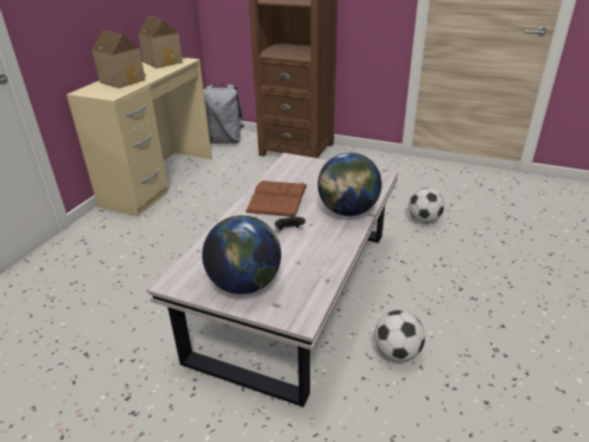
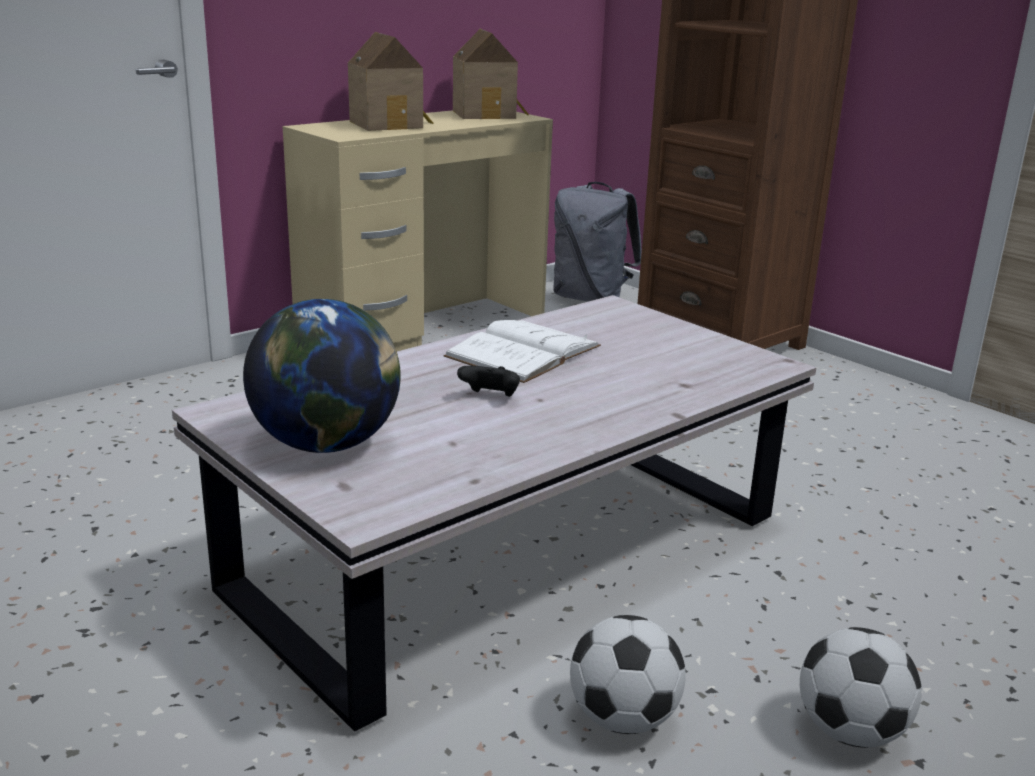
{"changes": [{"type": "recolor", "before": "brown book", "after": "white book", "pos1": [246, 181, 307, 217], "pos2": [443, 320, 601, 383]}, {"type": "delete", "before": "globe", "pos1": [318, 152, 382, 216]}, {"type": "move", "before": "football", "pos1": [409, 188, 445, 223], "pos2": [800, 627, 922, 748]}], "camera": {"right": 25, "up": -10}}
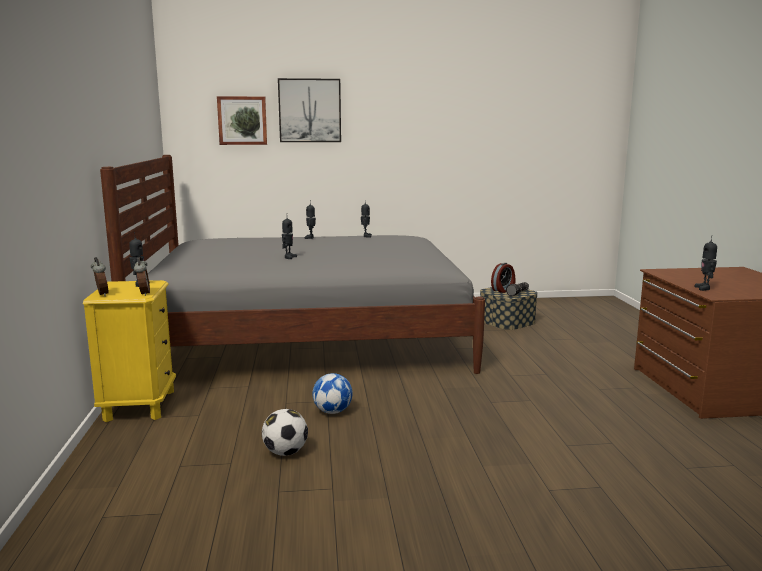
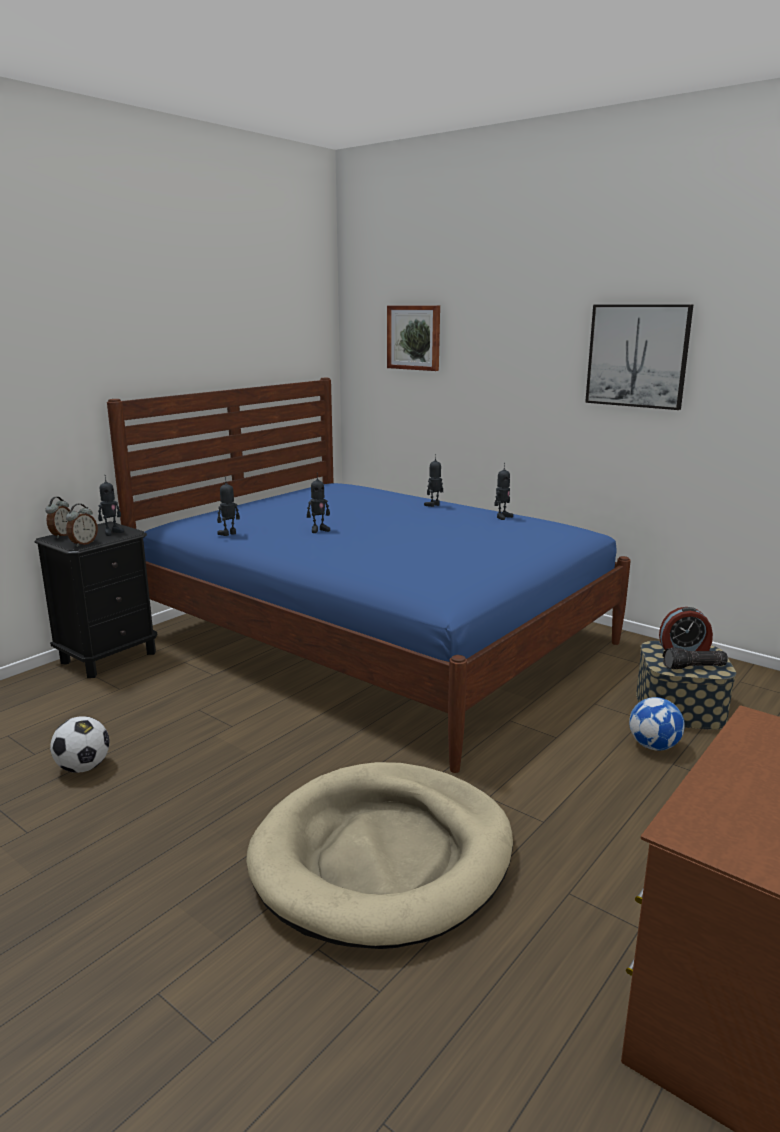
{"changes": [{"type": "recolor", "before": "yellow nightstand", "after": "black nightstand", "pos1": [83, 280, 176, 422], "pos2": [35, 521, 157, 678]}, {"type": "recolor", "before": "grey bed", "after": "blue bed", "pos1": [100, 155, 485, 374], "pos2": [107, 378, 631, 773]}, {"type": "move", "before": "picture", "pos1": [278, 78, 341, 142], "pos2": [585, 305, 693, 410]}, {"type": "move", "before": "football", "pos1": [312, 373, 353, 414], "pos2": [629, 697, 685, 751]}, {"type": "move", "before": "toy robot", "pos1": [694, 235, 717, 291], "pos2": [217, 476, 240, 536]}, {"type": "insert", "after": "beige dog bed", "pos2": [246, 762, 513, 949]}], "camera": {"right": 45, "up": 5}}
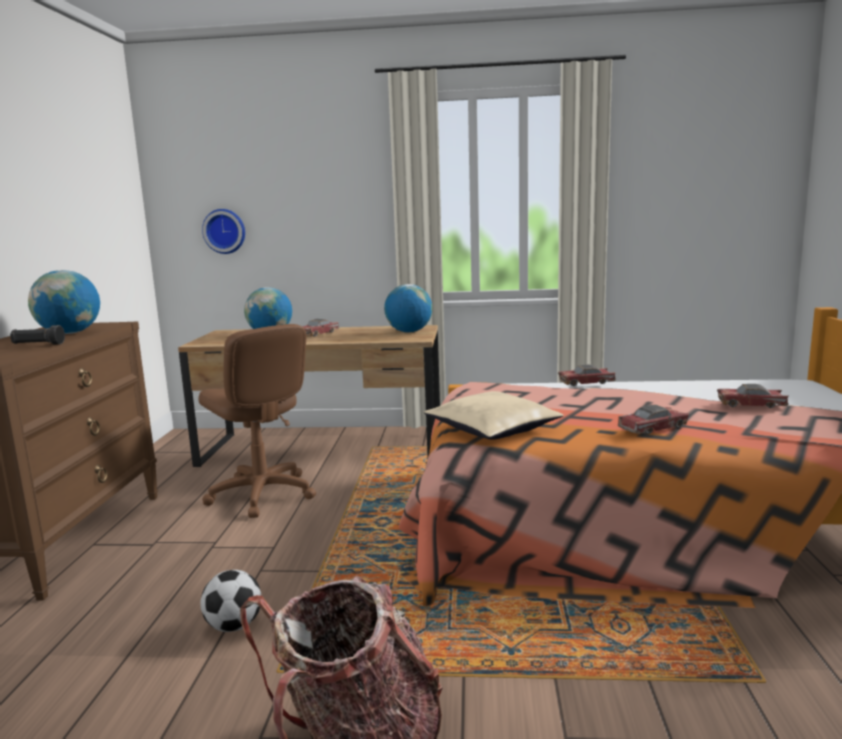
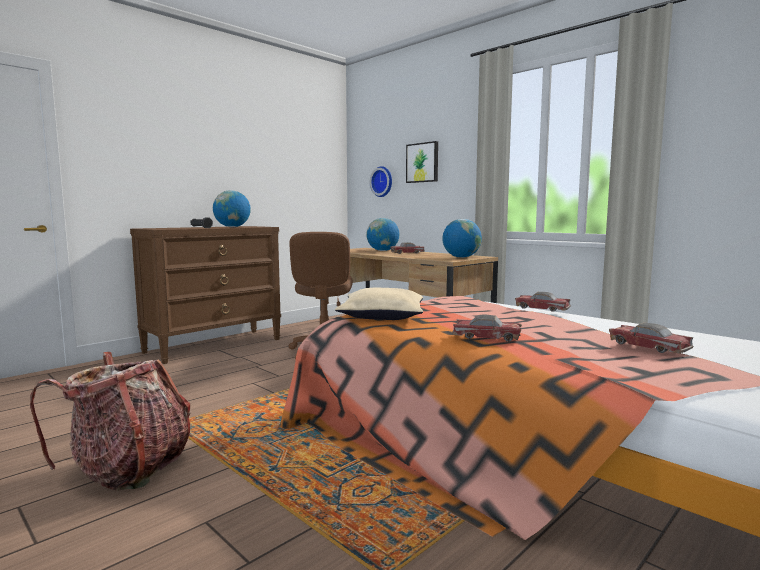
{"changes": [{"type": "delete", "before": "football", "pos1": [200, 570, 262, 632]}, {"type": "insert", "after": "picture", "pos2": [406, 141, 438, 183]}], "camera": {"right": 40, "up": -5}}
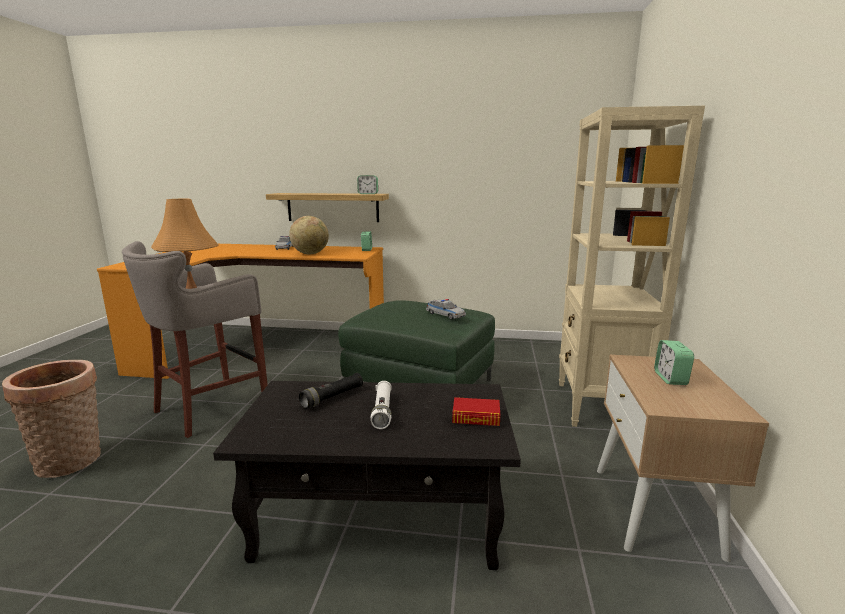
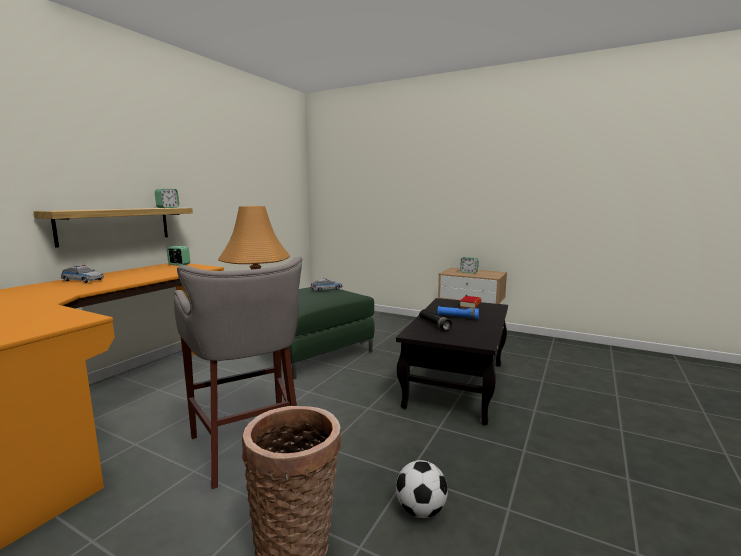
{"changes": [{"type": "delete", "before": "globe", "pos1": [289, 216, 329, 255]}, {"type": "recolor", "before": "white flashlight", "after": "blue flashlight", "pos1": [371, 381, 392, 429], "pos2": [437, 306, 479, 319]}, {"type": "delete", "before": "beige bookcase", "pos1": [559, 106, 705, 427]}, {"type": "insert", "after": "football", "pos2": [396, 460, 448, 518]}], "camera": {"right": -70, "up": -5}}
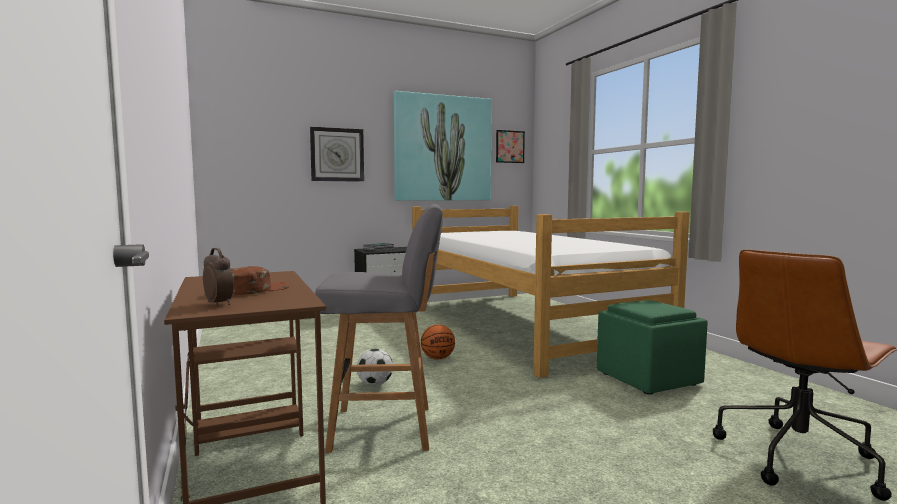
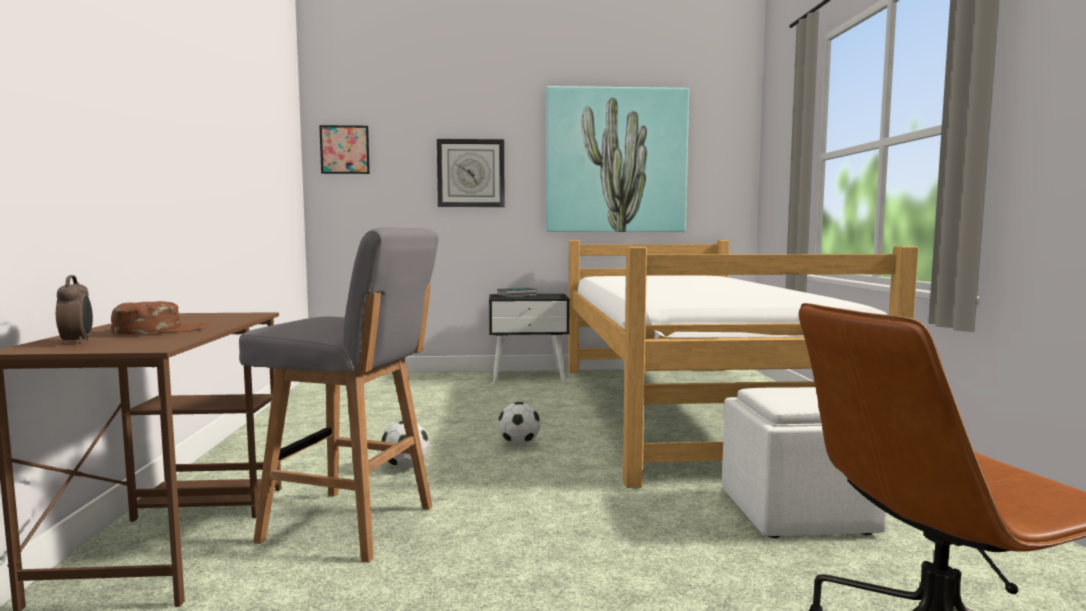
{"changes": [{"type": "replace", "before": "basketball", "after": "football", "pos1": [421, 324, 455, 359], "pos2": [498, 402, 541, 445]}, {"type": "move", "before": "picture", "pos1": [496, 130, 525, 163], "pos2": [319, 125, 370, 174]}, {"type": "recolor", "before": "green ottoman", "after": "white ottoman", "pos1": [597, 300, 708, 395], "pos2": [722, 387, 887, 538]}], "camera": {"right": 20, "up": 0}}
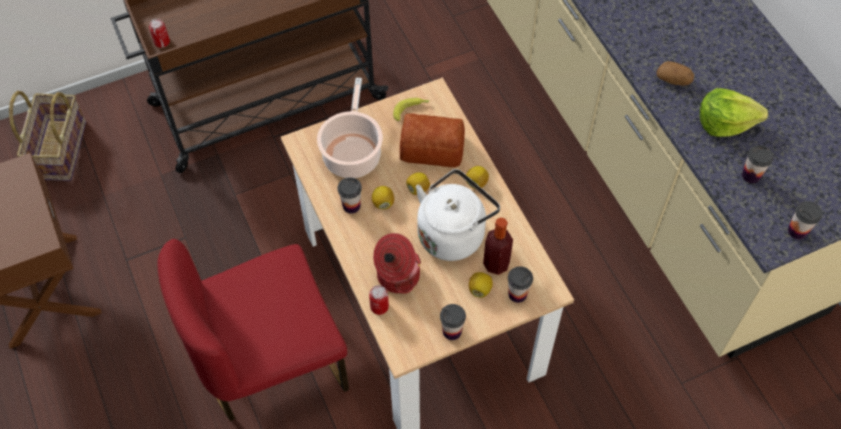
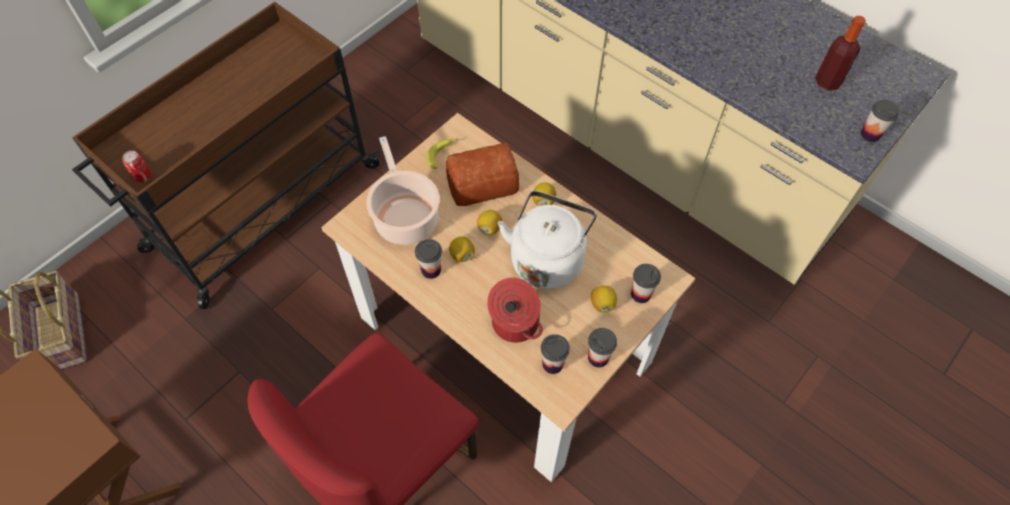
{"changes": [{"type": "delete", "before": "can", "pos1": [369, 285, 389, 315]}, {"type": "move", "before": "bottle", "pos1": [483, 217, 513, 275], "pos2": [815, 16, 866, 91]}, {"type": "delete", "before": "potato", "pos1": [657, 61, 694, 86]}, {"type": "delete", "before": "lettuce", "pos1": [700, 88, 768, 137]}, {"type": "move", "before": "cup", "pos1": [742, 145, 774, 183], "pos2": [541, 334, 570, 374]}], "camera": {"right": -25, "up": 0}}
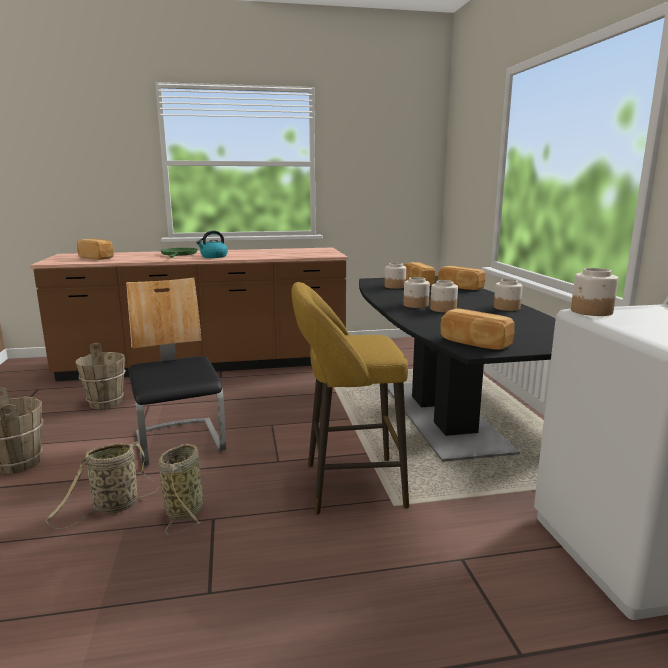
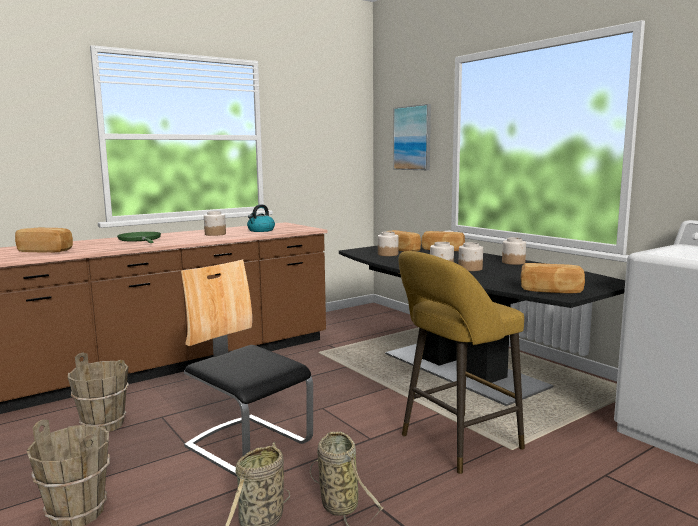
{"changes": [{"type": "move", "before": "kettle", "pos1": [196, 231, 228, 258], "pos2": [247, 204, 275, 232]}, {"type": "move", "before": "jar", "pos1": [571, 268, 618, 316], "pos2": [204, 211, 226, 236]}, {"type": "insert", "after": "picture", "pos2": [393, 104, 431, 170]}], "camera": {"right": -25, "up": -5}}
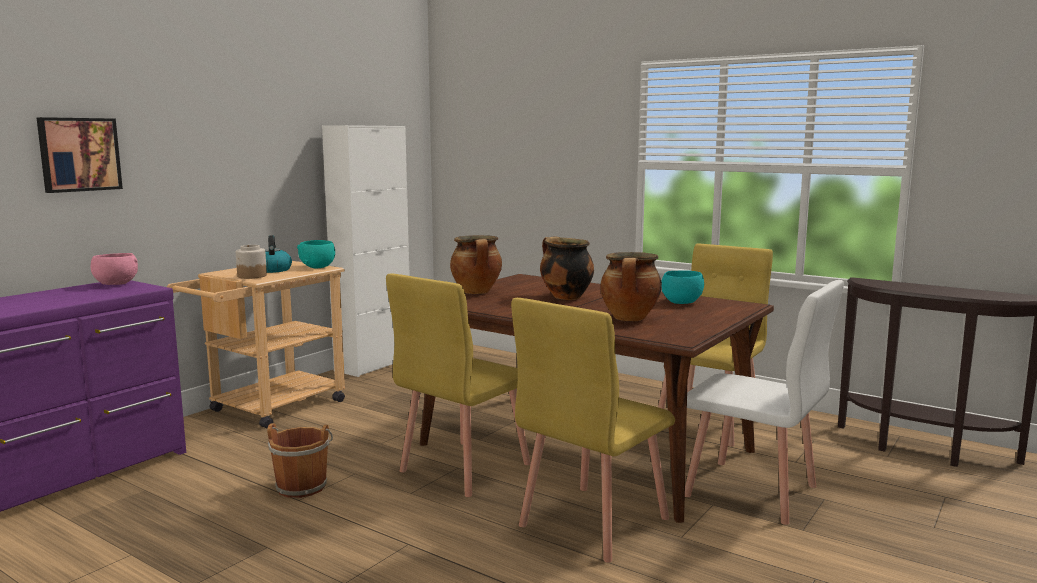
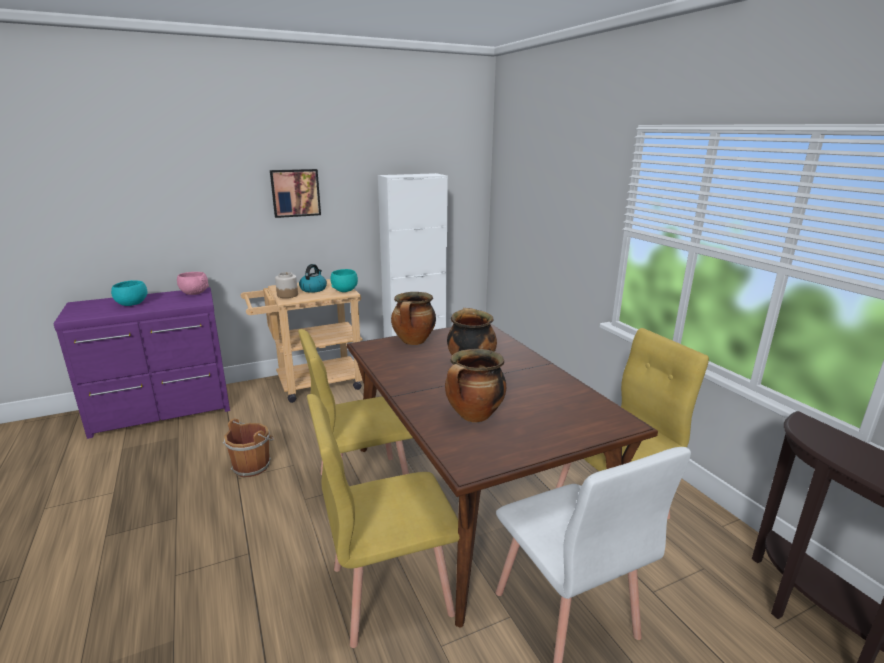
{"changes": [{"type": "move", "before": "picture", "pos1": [36, 117, 123, 193], "pos2": [270, 169, 321, 218]}, {"type": "move", "before": "turquoise bowl", "pos1": [661, 270, 704, 304], "pos2": [111, 280, 148, 306]}], "camera": {"right": 30, "up": 10}}
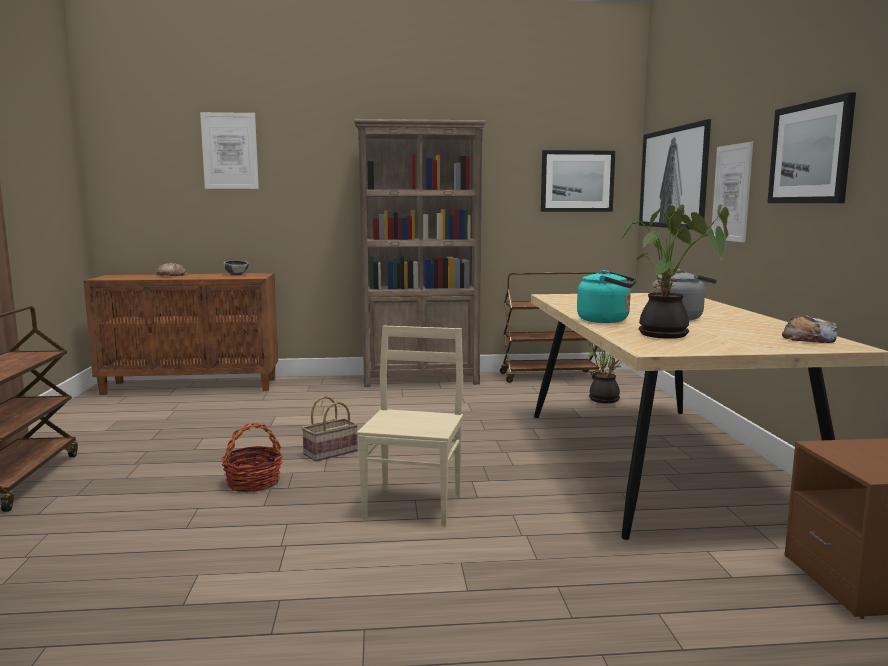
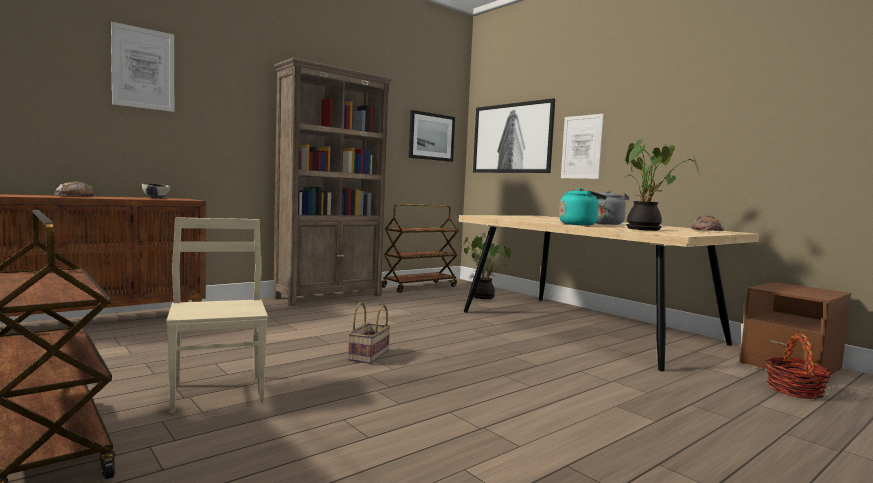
{"changes": [{"type": "move", "before": "basket", "pos1": [222, 423, 283, 492], "pos2": [765, 334, 832, 399]}, {"type": "move", "before": "beige chair", "pos1": [357, 326, 463, 527], "pos2": [166, 217, 268, 413]}, {"type": "delete", "before": "picture", "pos1": [767, 92, 856, 203]}], "camera": {"right": -35, "up": -5}}
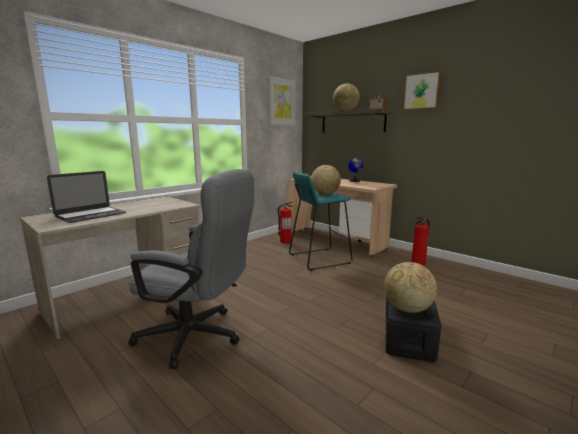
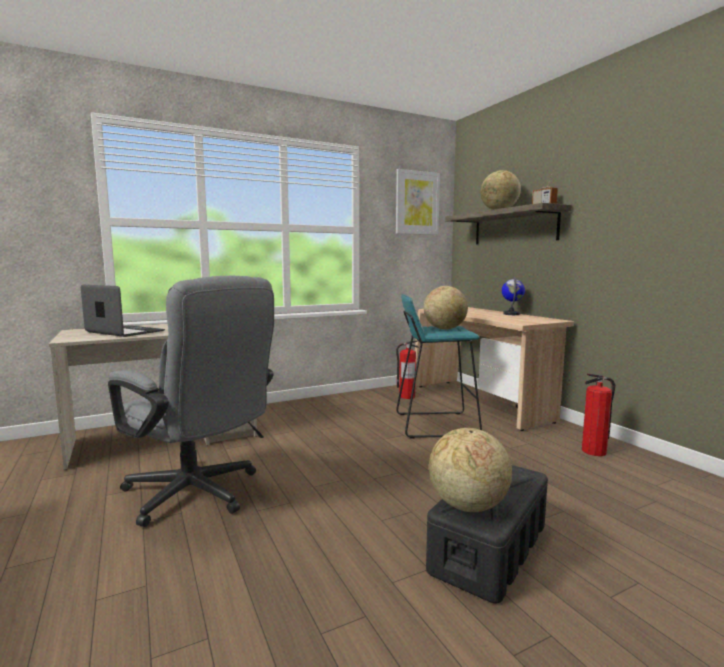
{"changes": [{"type": "rotate", "before": "laptop", "pos1": [47, 171, 126, 223], "pos2": [81, 285, 165, 337], "turn": -120}, {"type": "delete", "before": "picture", "pos1": [403, 71, 442, 110]}], "camera": {"right": 20, "up": -5}}
